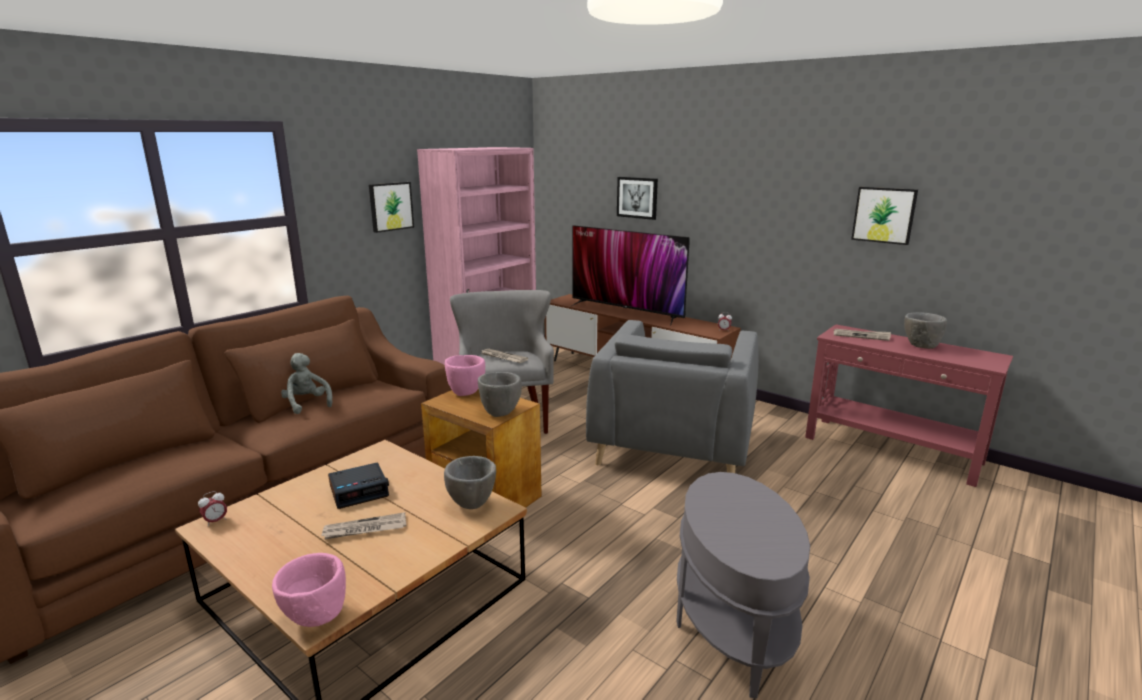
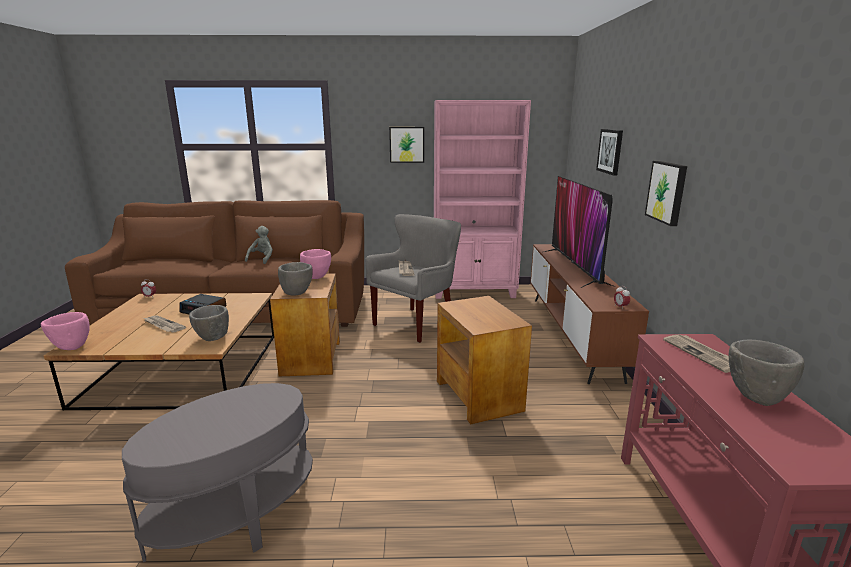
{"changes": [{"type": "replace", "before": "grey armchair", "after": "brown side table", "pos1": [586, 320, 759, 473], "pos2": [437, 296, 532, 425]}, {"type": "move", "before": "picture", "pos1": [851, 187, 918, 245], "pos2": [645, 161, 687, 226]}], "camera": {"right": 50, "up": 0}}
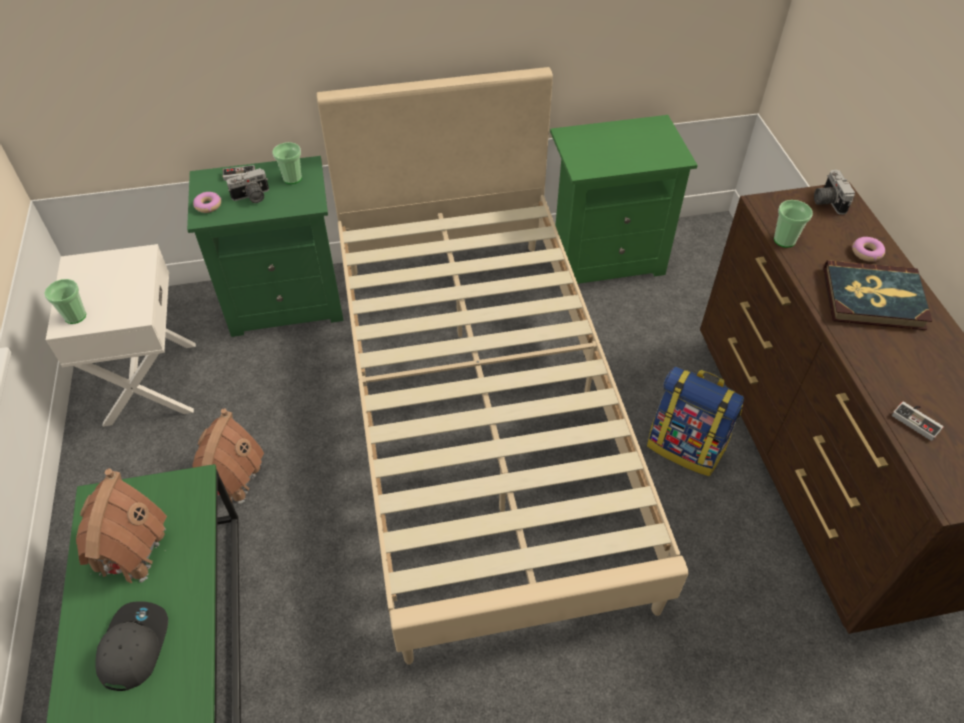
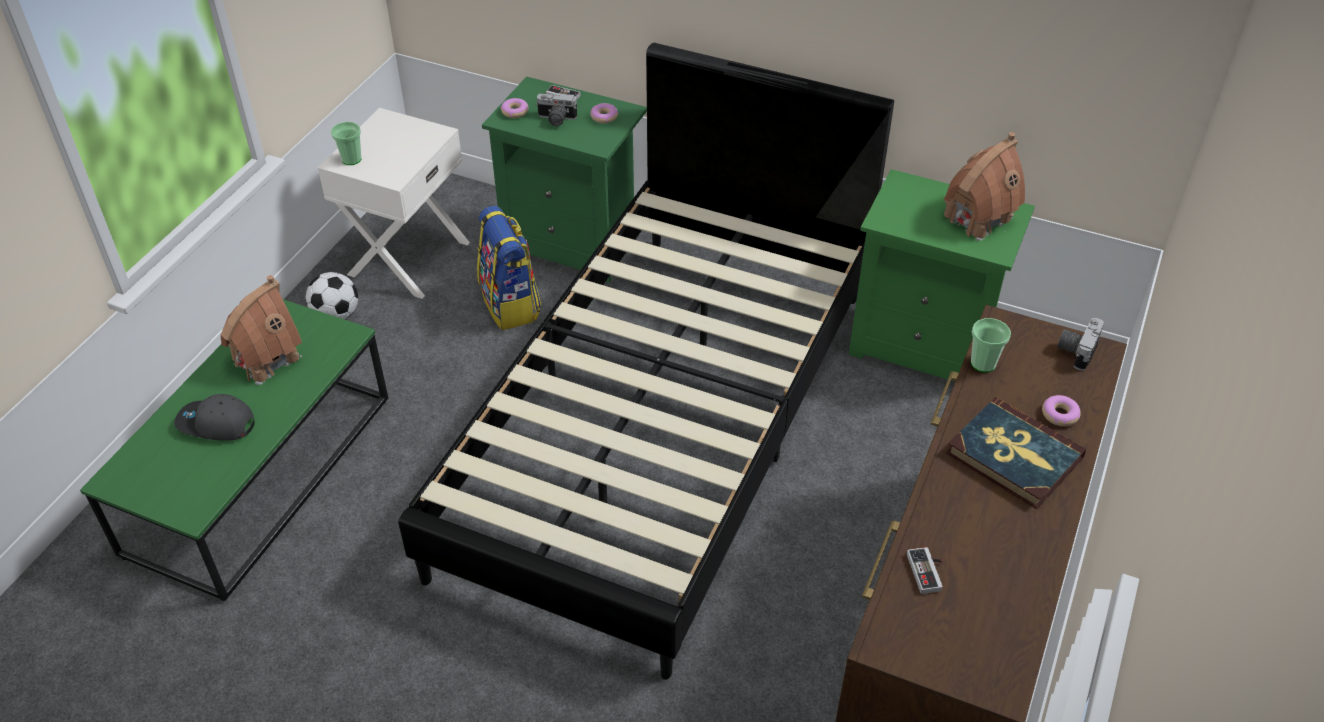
{"changes": [{"type": "rotate", "before": "grey cap", "pos1": [95, 601, 168, 691], "pos2": [174, 394, 255, 441], "turn": -120}, {"type": "move", "before": "toy house", "pos1": [192, 408, 264, 504], "pos2": [941, 132, 1025, 241]}, {"type": "replace", "before": "cup", "after": "donut", "pos1": [272, 142, 302, 184], "pos2": [590, 103, 618, 123]}, {"type": "recolor", "before": "beige bed", "after": "black bed", "pos1": [316, 67, 689, 665], "pos2": [398, 43, 894, 680]}, {"type": "move", "before": "backpack", "pos1": [647, 366, 744, 476], "pos2": [477, 206, 541, 330]}, {"type": "insert", "after": "football", "pos2": [306, 272, 358, 319]}], "camera": {"right": 35, "up": -5}}
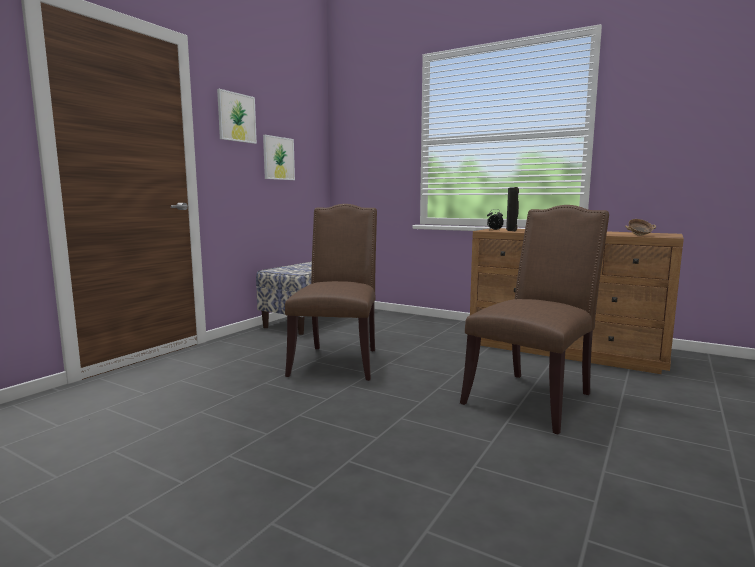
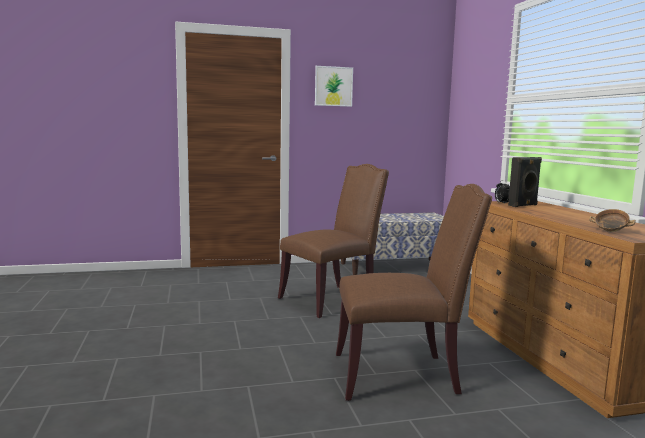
{"changes": [{"type": "delete", "before": "picture", "pos1": [263, 135, 295, 180]}], "camera": {"right": 45, "up": 0}}
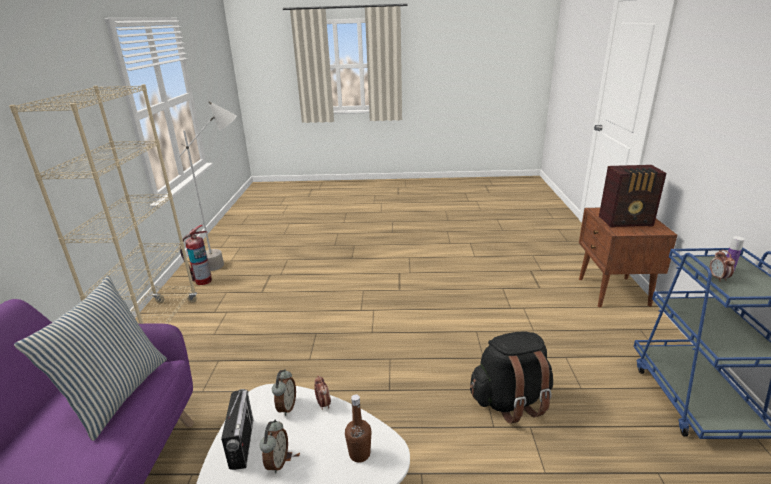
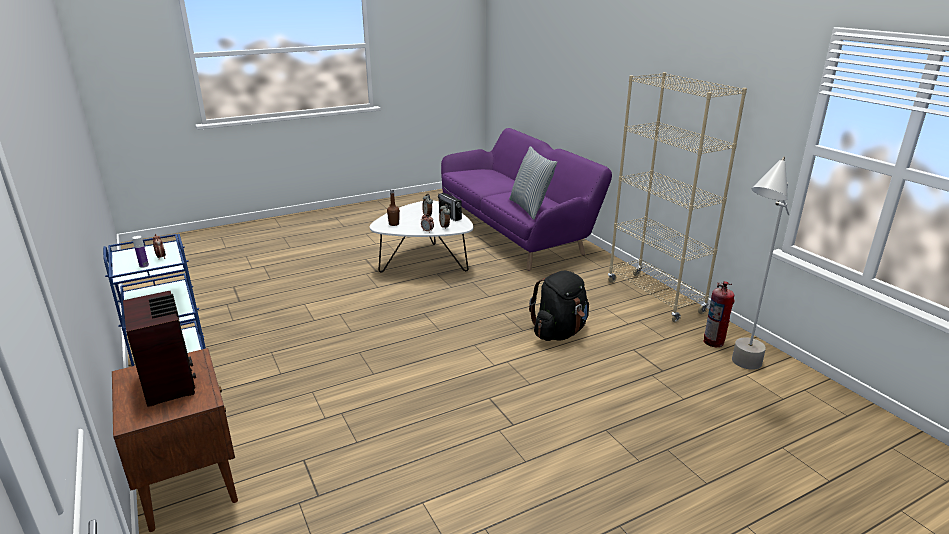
{"changes": [{"type": "move", "before": "black backpack", "pos1": [470, 331, 553, 424], "pos2": [529, 270, 589, 341]}, {"type": "rotate", "before": "radio", "pos1": [599, 165, 667, 228], "pos2": [123, 291, 196, 407], "turn": 90}], "camera": {"right": 150, "up": 0}}
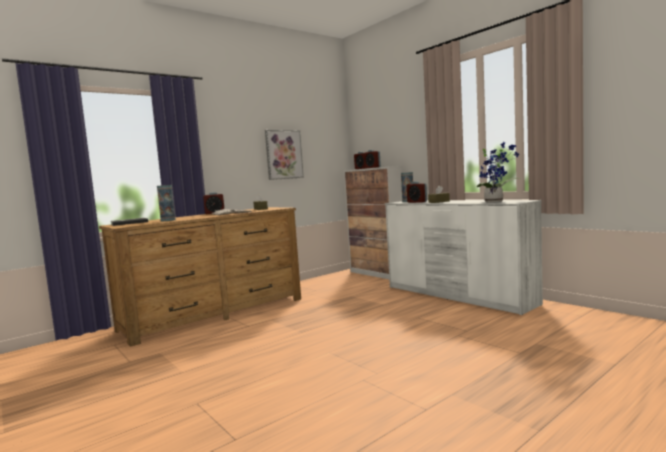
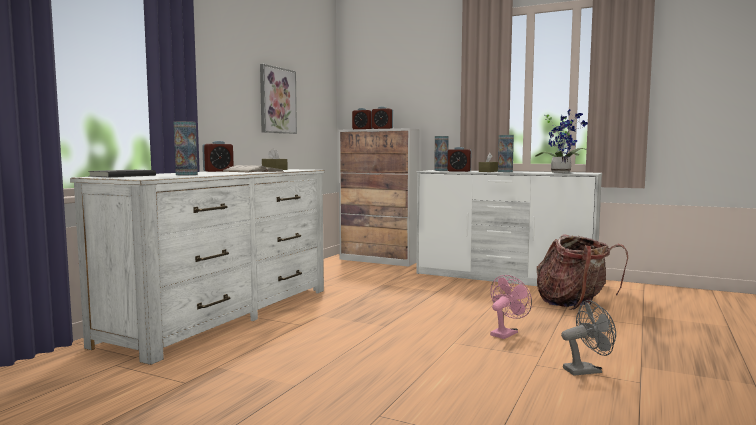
{"changes": [{"type": "recolor", "before": "brown dresser", "after": "white dresser", "pos1": [99, 207, 301, 347], "pos2": [70, 169, 324, 365]}, {"type": "insert", "after": "pink fan", "pos2": [490, 275, 532, 339]}, {"type": "insert", "after": "vase", "pos2": [498, 135, 514, 172]}, {"type": "insert", "after": "backpack", "pos2": [537, 235, 628, 310]}, {"type": "insert", "after": "grey fan", "pos2": [561, 300, 616, 376]}], "camera": {"right": -25, "up": 0}}
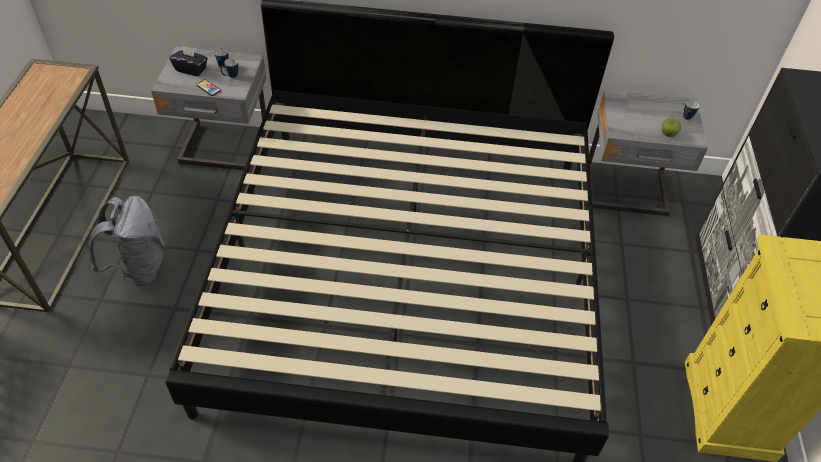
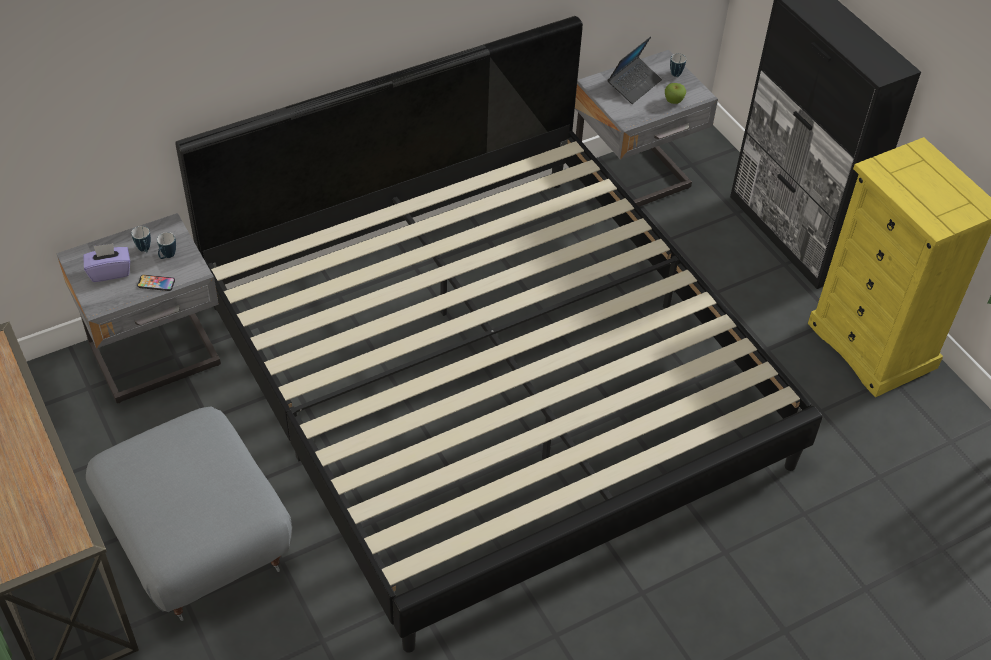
{"changes": [{"type": "replace", "before": "grey backpack", "after": "grey ottoman", "pos1": [89, 196, 166, 286], "pos2": [86, 406, 292, 621]}, {"type": "recolor", "before": "black tissue box", "after": "purple tissue box", "pos1": [170, 46, 208, 76], "pos2": [83, 243, 130, 282]}, {"type": "insert", "after": "laptop", "pos2": [608, 36, 662, 104]}], "camera": {"right": -35, "up": 0}}
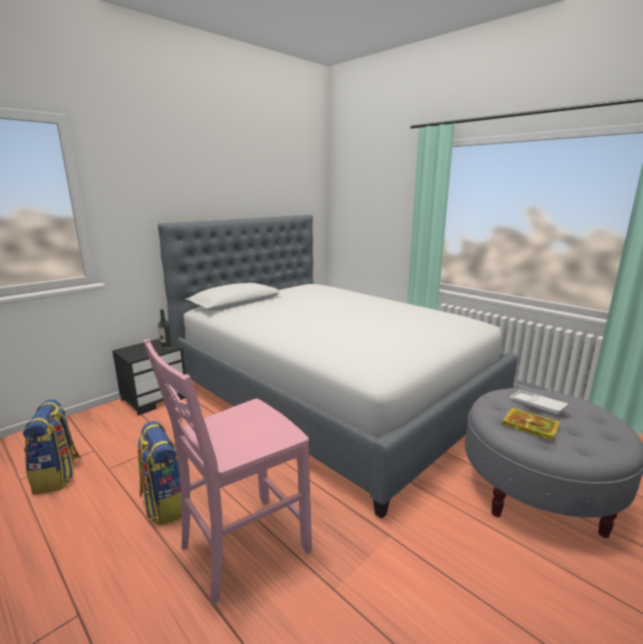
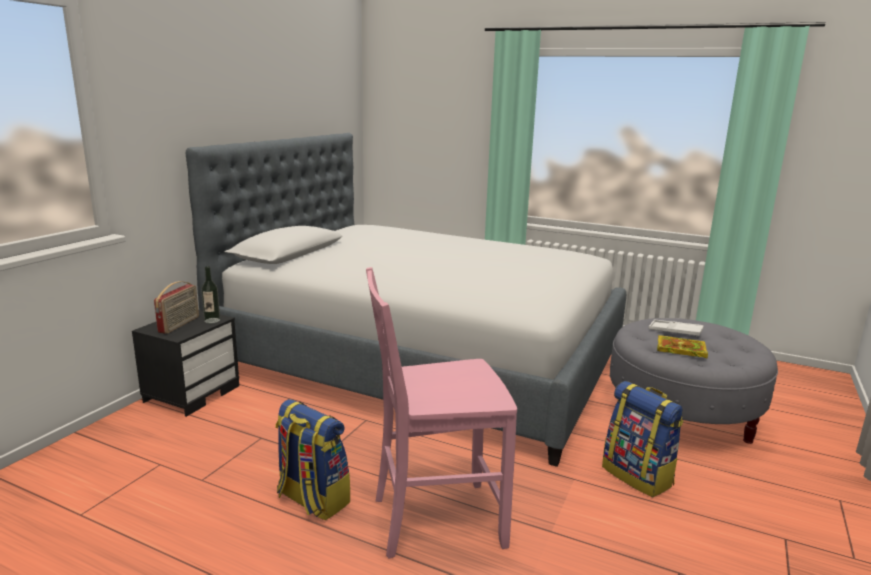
{"changes": [{"type": "move", "before": "backpack", "pos1": [23, 399, 81, 495], "pos2": [602, 381, 684, 497]}, {"type": "rotate", "before": "pink chair", "pos1": [144, 339, 312, 605], "pos2": [366, 267, 517, 558], "turn": 45}, {"type": "insert", "after": "radio", "pos2": [154, 281, 199, 334]}], "camera": {"right": -20, "up": 0}}
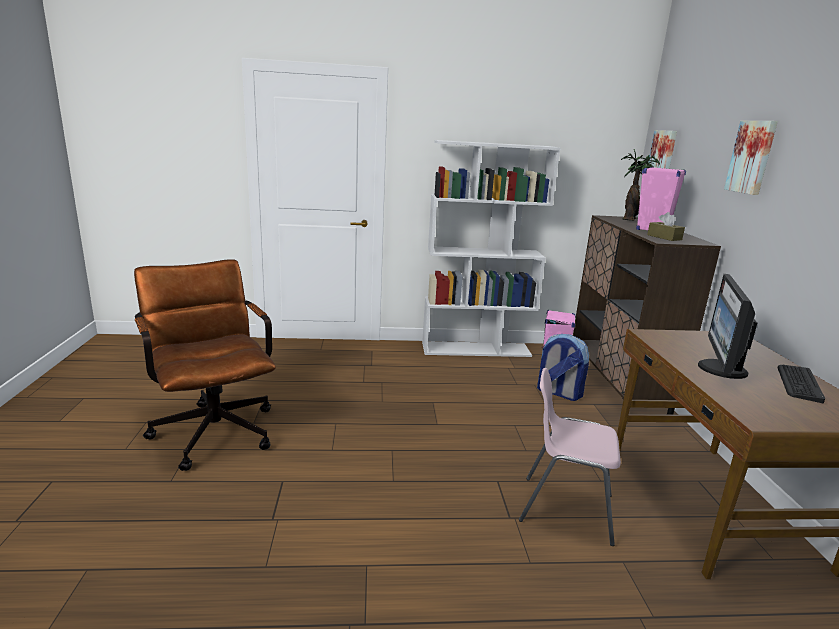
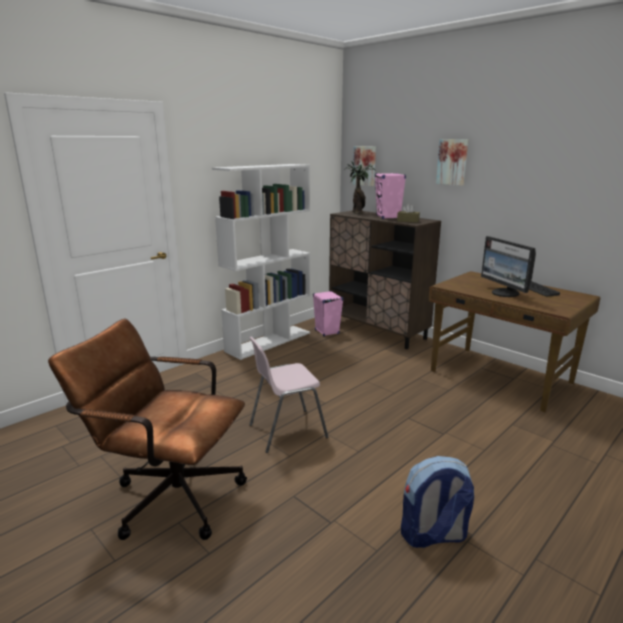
{"changes": [{"type": "move", "before": "pink chair", "pos1": [519, 368, 621, 546], "pos2": [249, 336, 328, 453]}, {"type": "move", "before": "backpack", "pos1": [537, 334, 589, 401], "pos2": [401, 456, 474, 548]}], "camera": {"right": -40, "up": 0}}
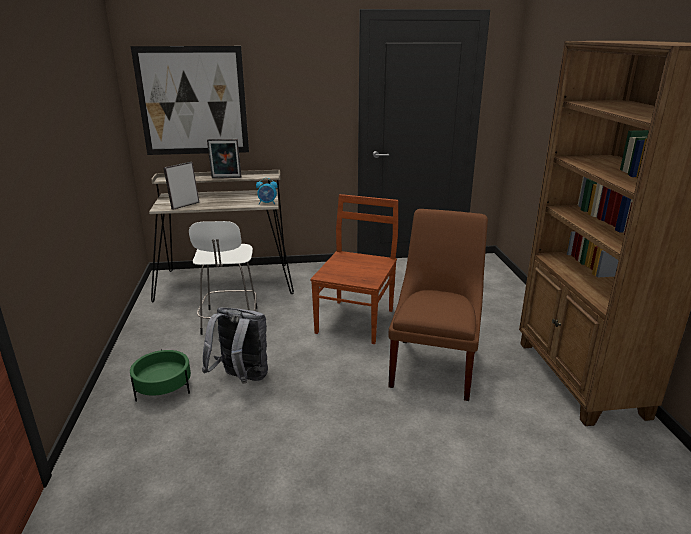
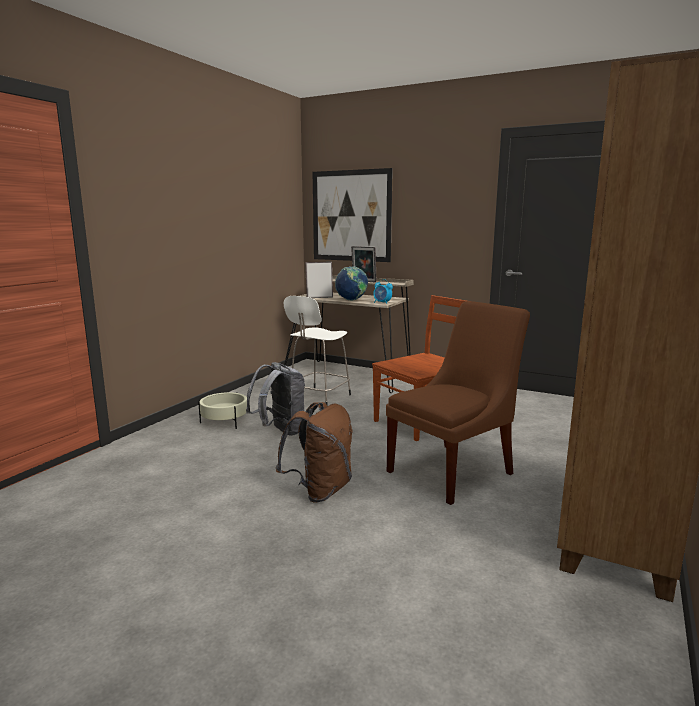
{"changes": [{"type": "recolor", "before": "green planter", "after": "beige planter", "pos1": [130, 349, 191, 402], "pos2": [198, 392, 247, 429]}, {"type": "insert", "after": "brown backpack", "pos2": [276, 402, 352, 503]}, {"type": "insert", "after": "globe", "pos2": [335, 266, 368, 301]}], "camera": {"right": 35, "up": -10}}
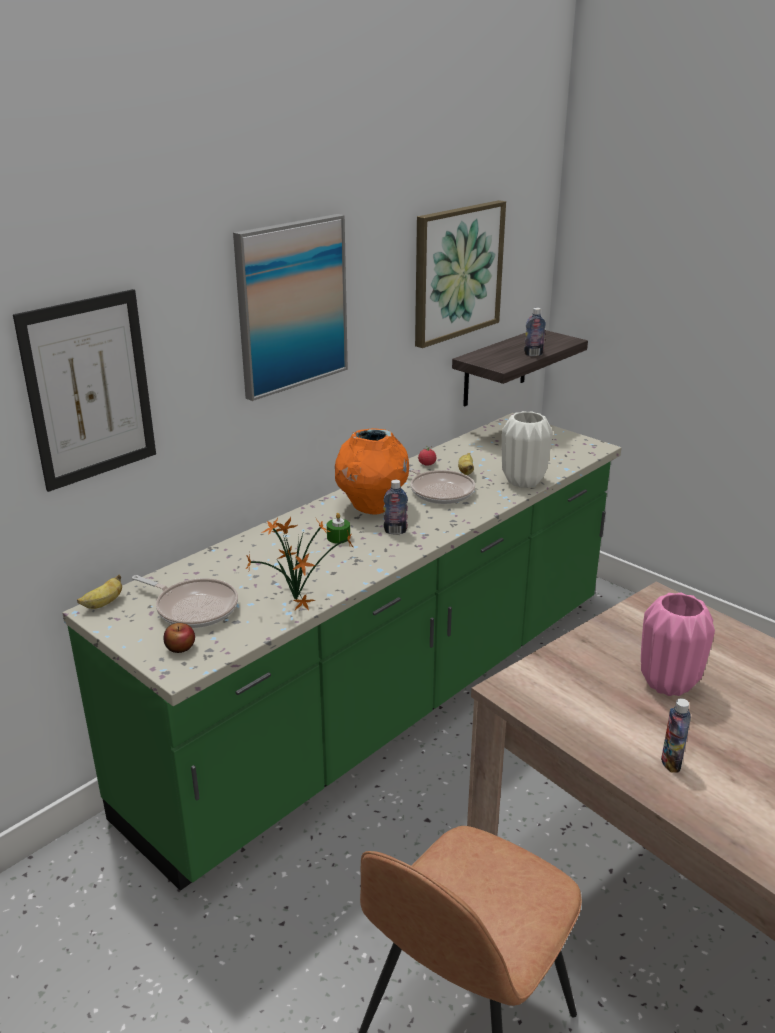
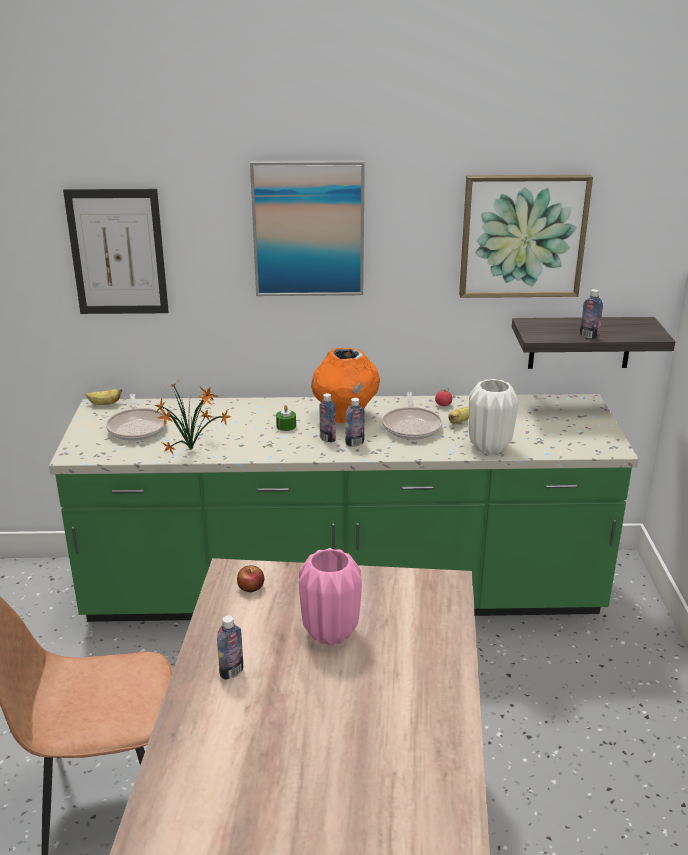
{"changes": [{"type": "move", "before": "apple", "pos1": [164, 623, 195, 653], "pos2": [237, 565, 264, 592]}, {"type": "insert", "after": "bottle", "pos2": [345, 398, 365, 447]}], "camera": {"right": 45, "up": 0}}
